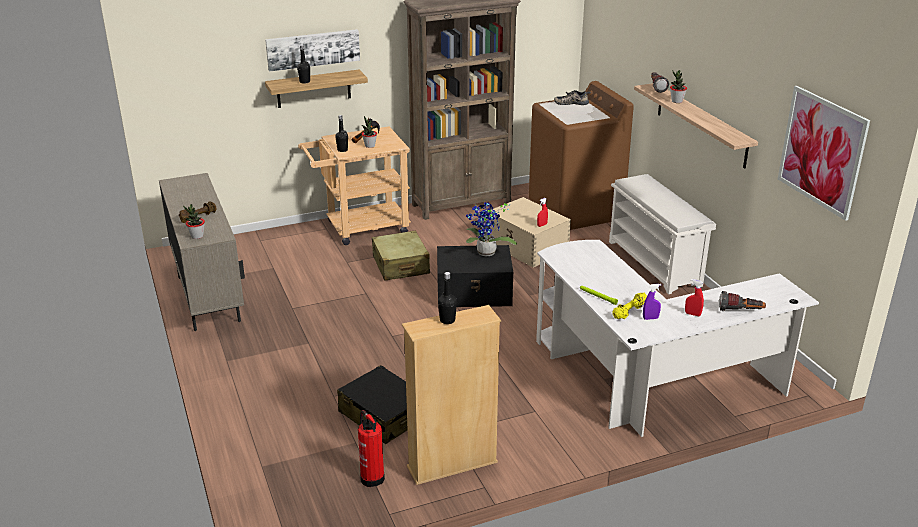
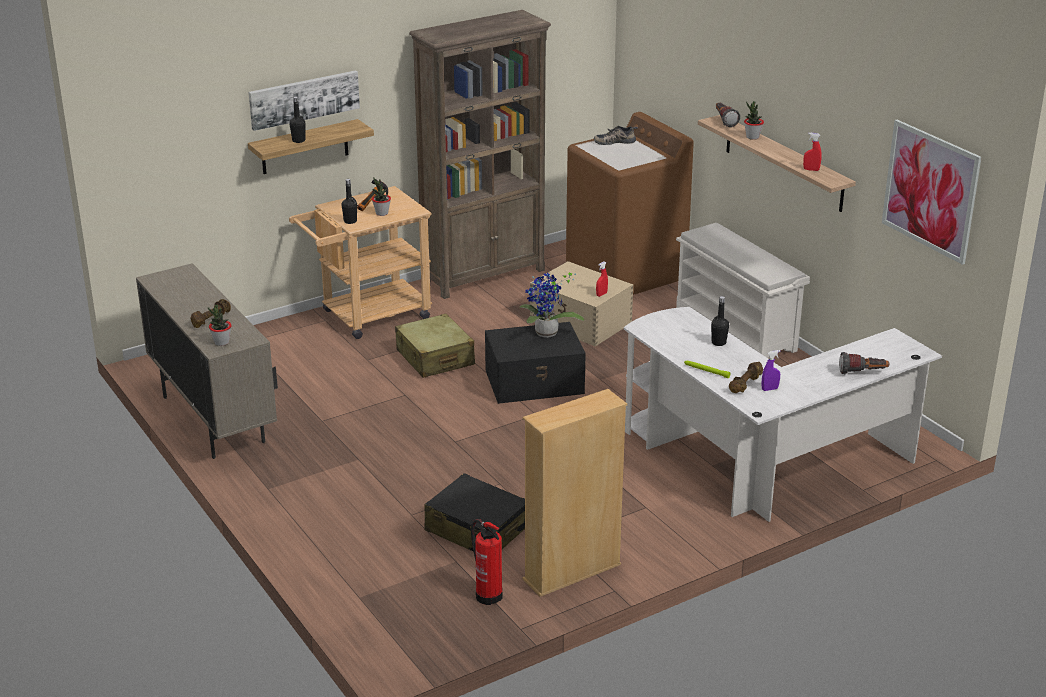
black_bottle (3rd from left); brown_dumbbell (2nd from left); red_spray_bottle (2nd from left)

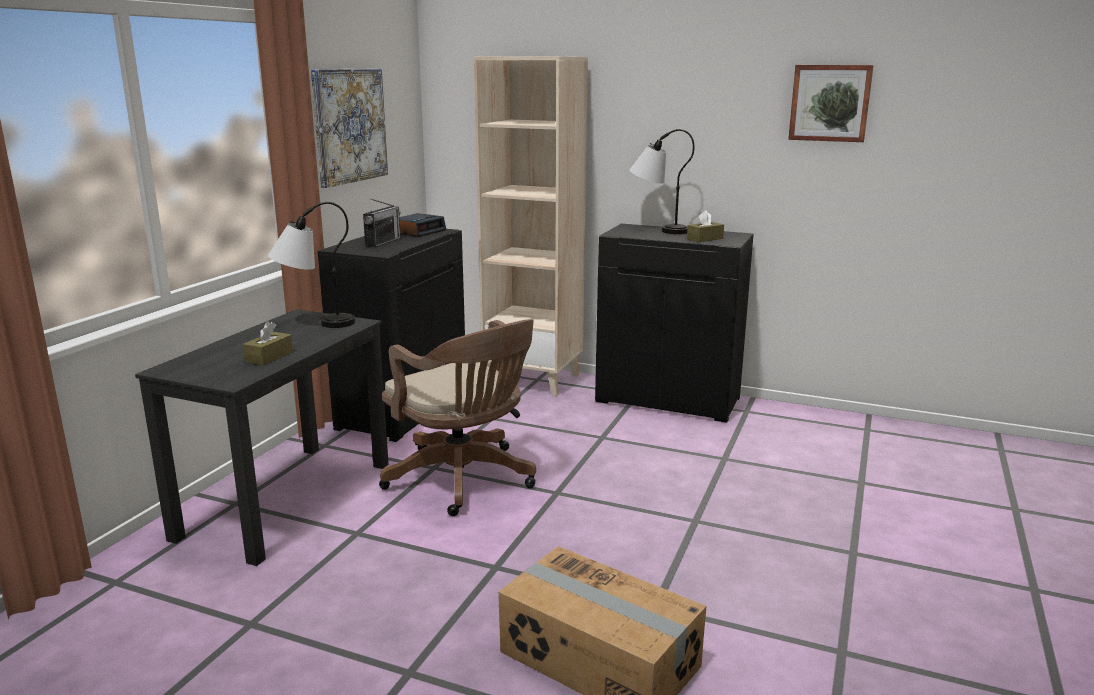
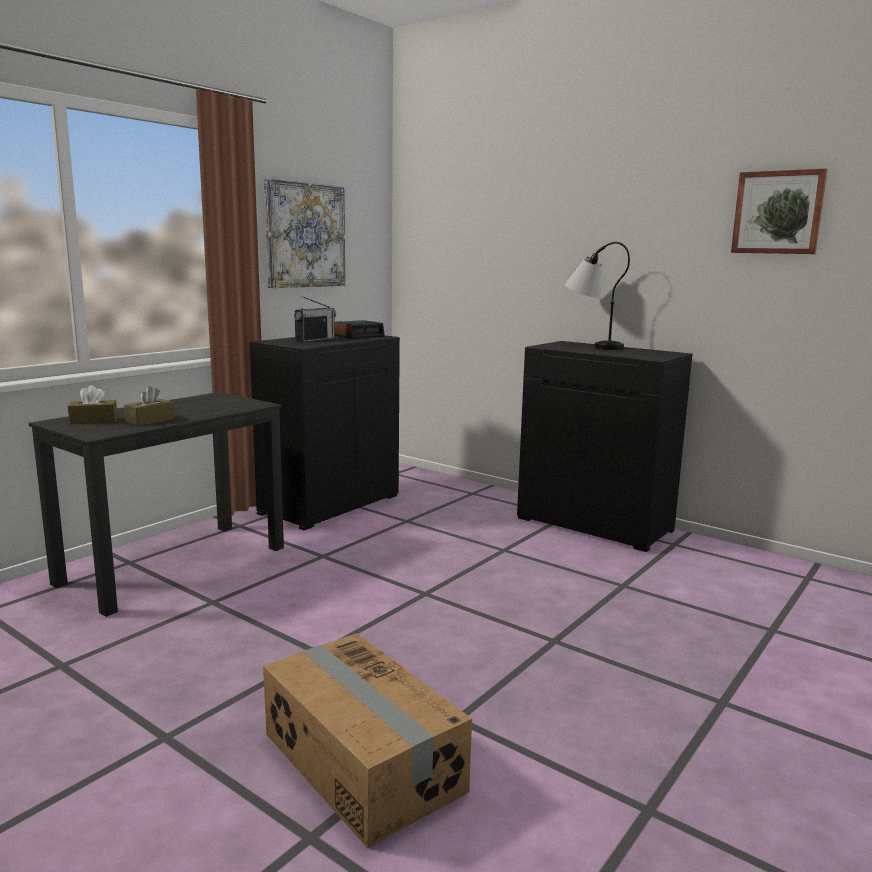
brown_tissue_box (1st from left); table_lamp (1st from left in the first image); brown_office_chair; beige_bookcase

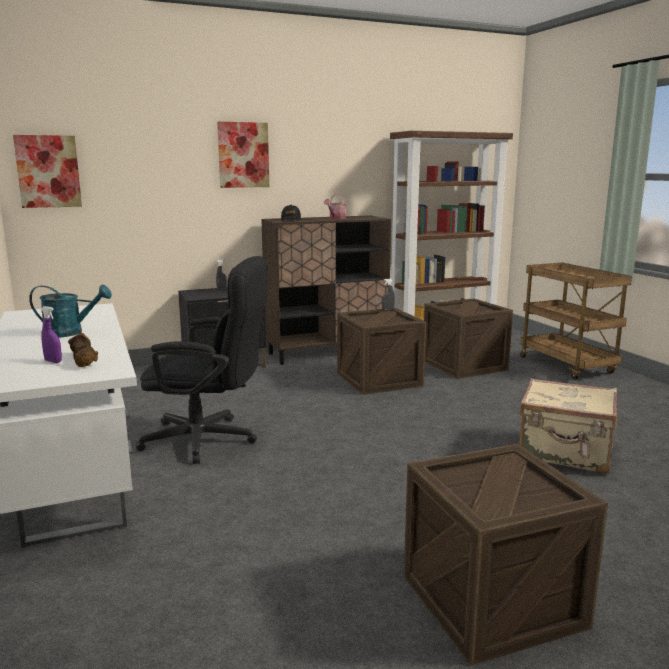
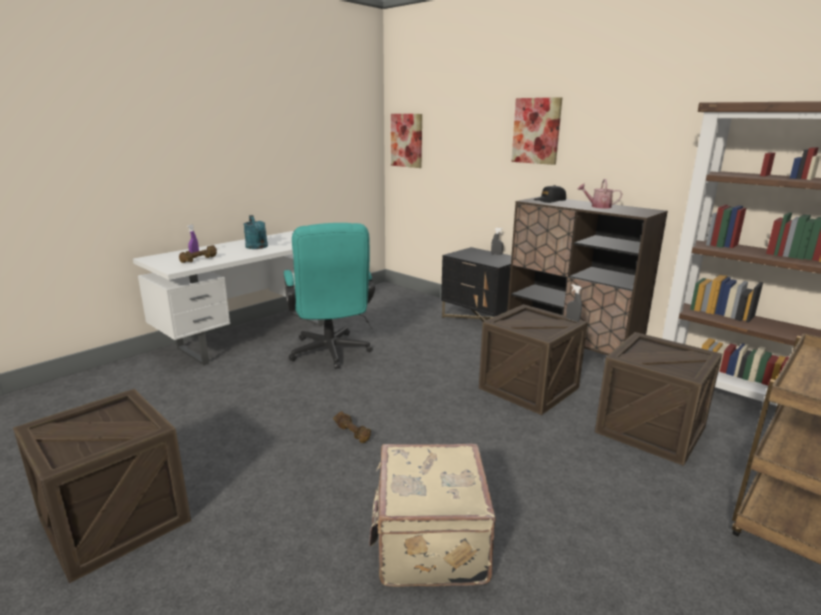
turquoise_office_chair; brown_dumbbell (2nd from left)

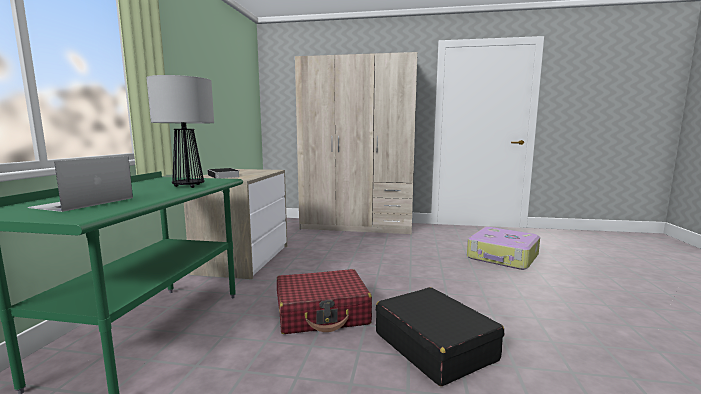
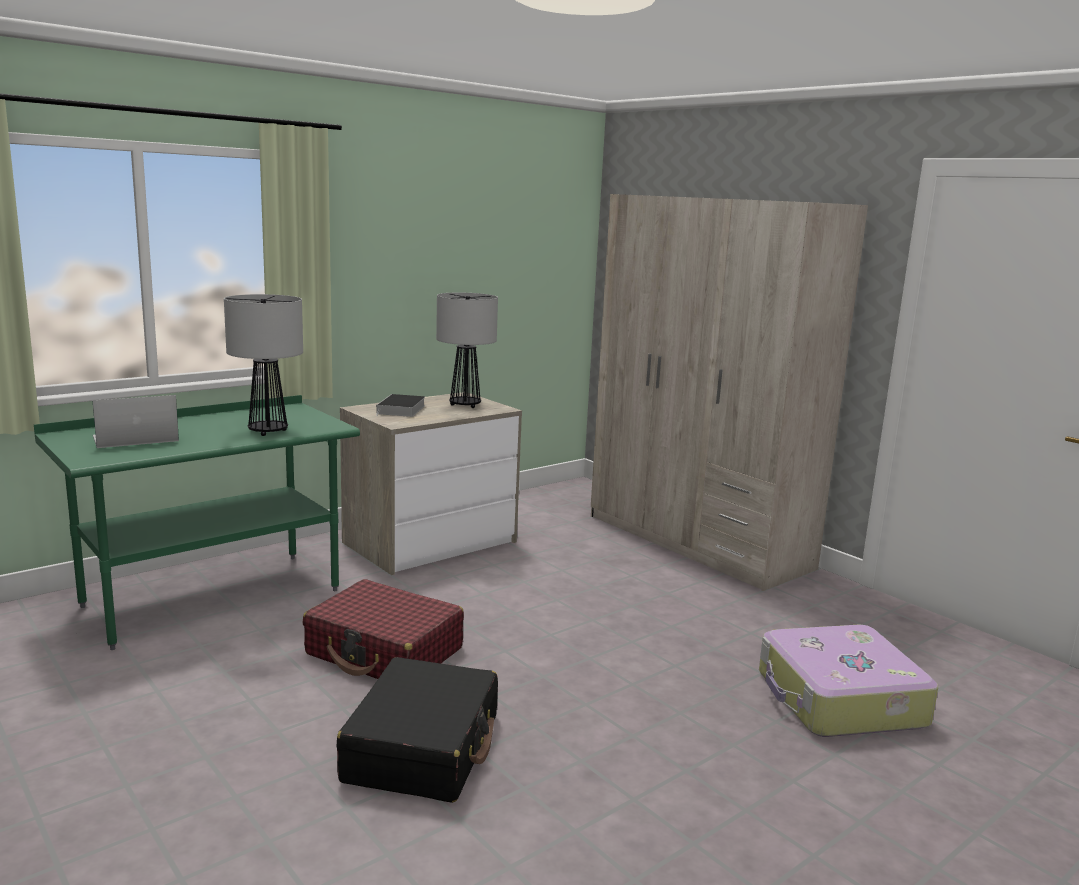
table_lamp (2nd from left)

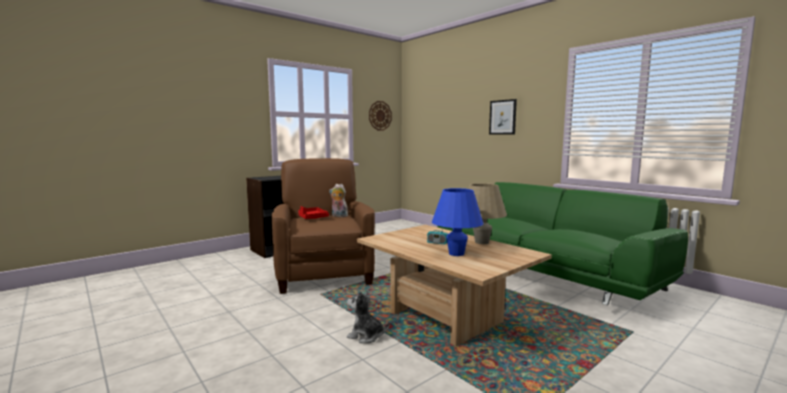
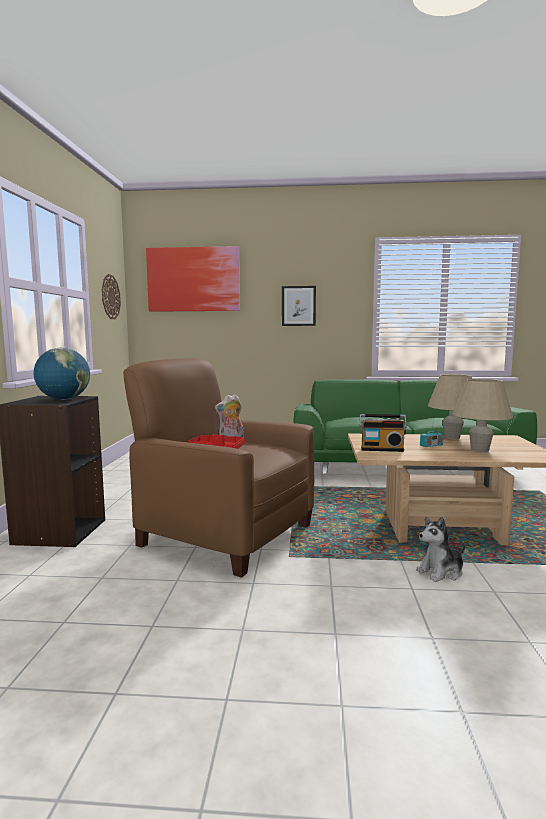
globe; picture (1st from left); radio (1st from left); beige_table_lamp (2nd from left)

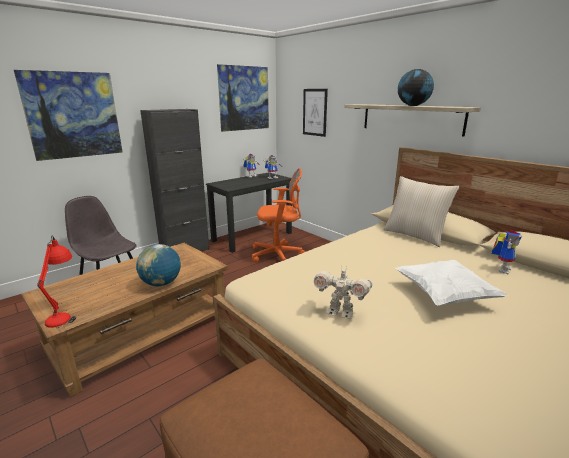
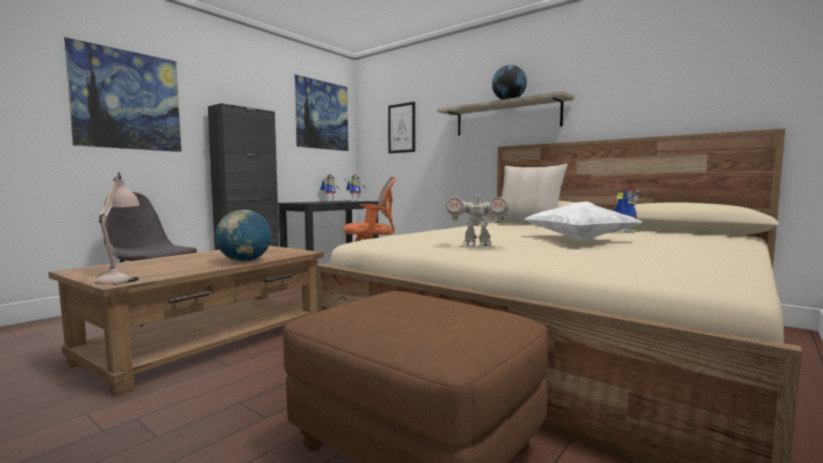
beige_table_lamp

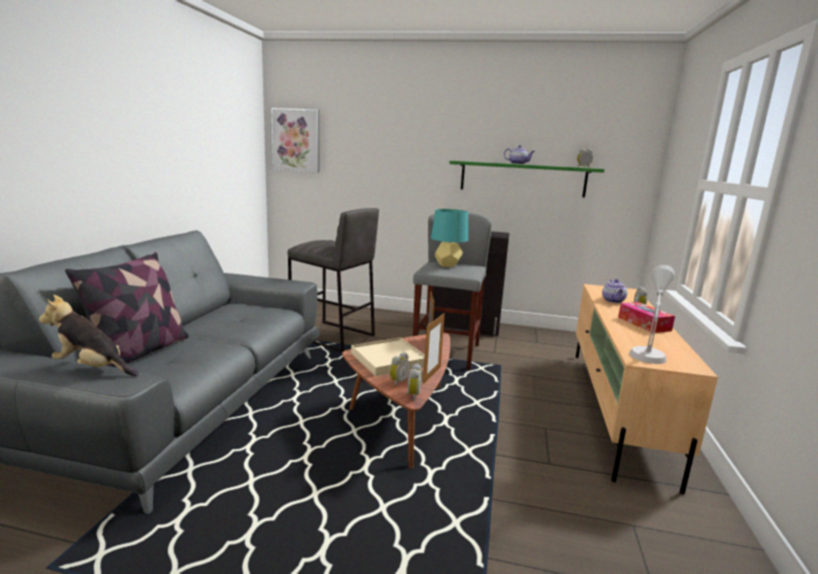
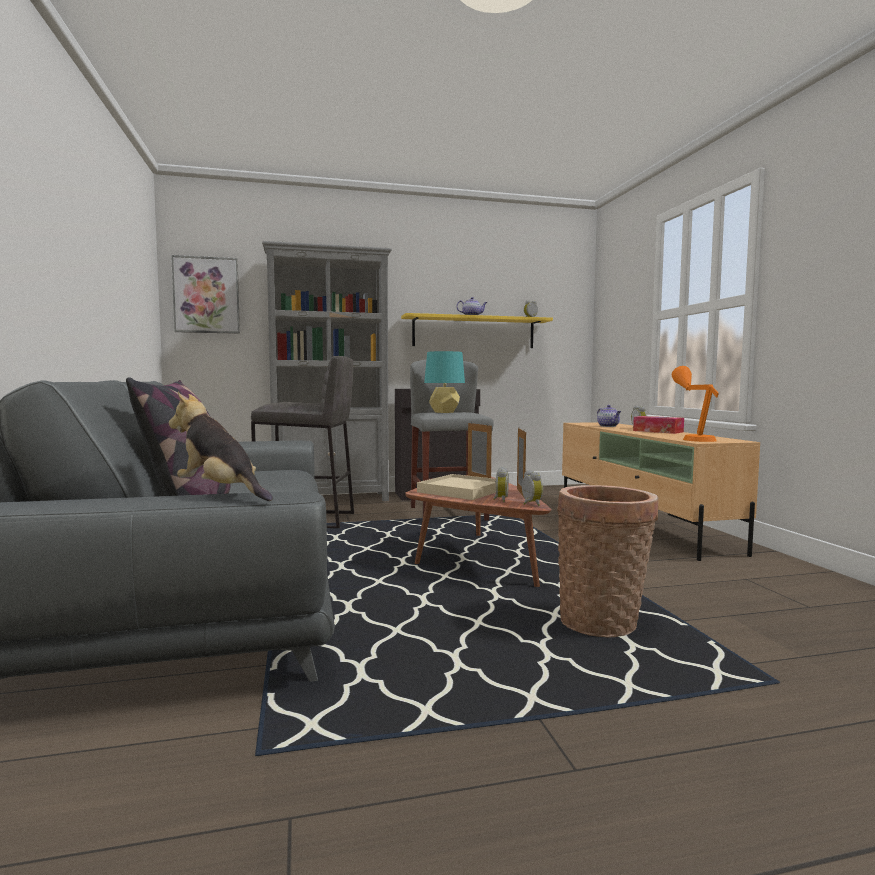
plush_toy; grey_bookcase; yellow_shelf; basket; orange_table_lamp

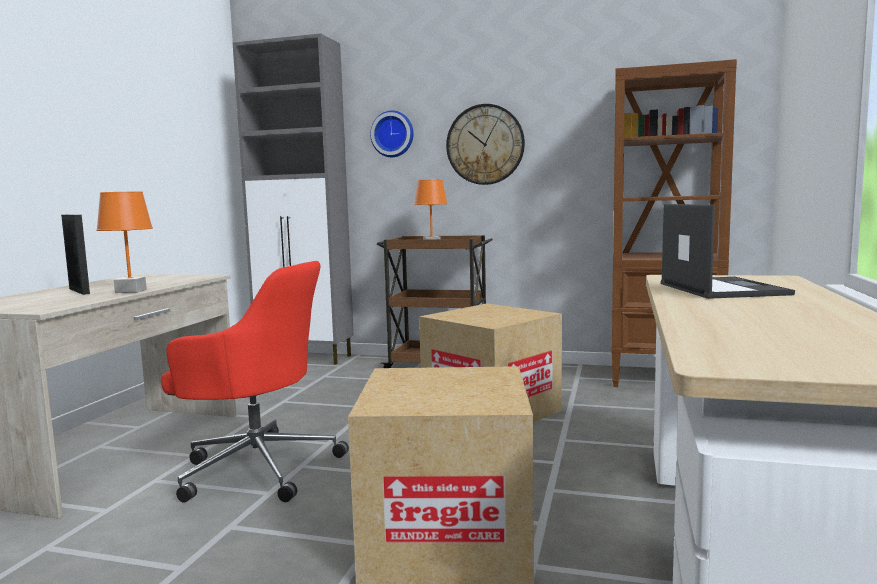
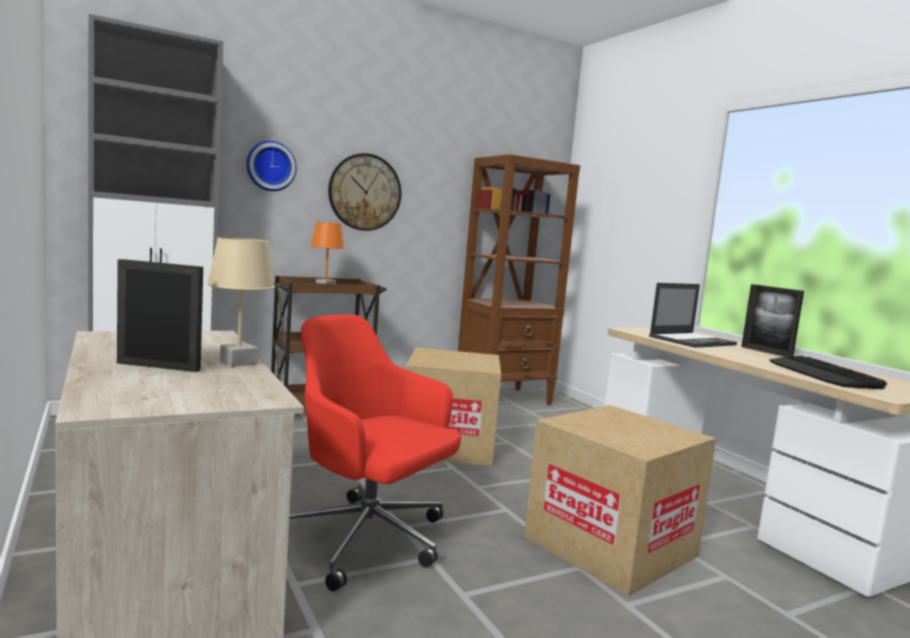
beige_table_lamp; red_office_chair; laptop; picture_frame (2nd from left); keyboard

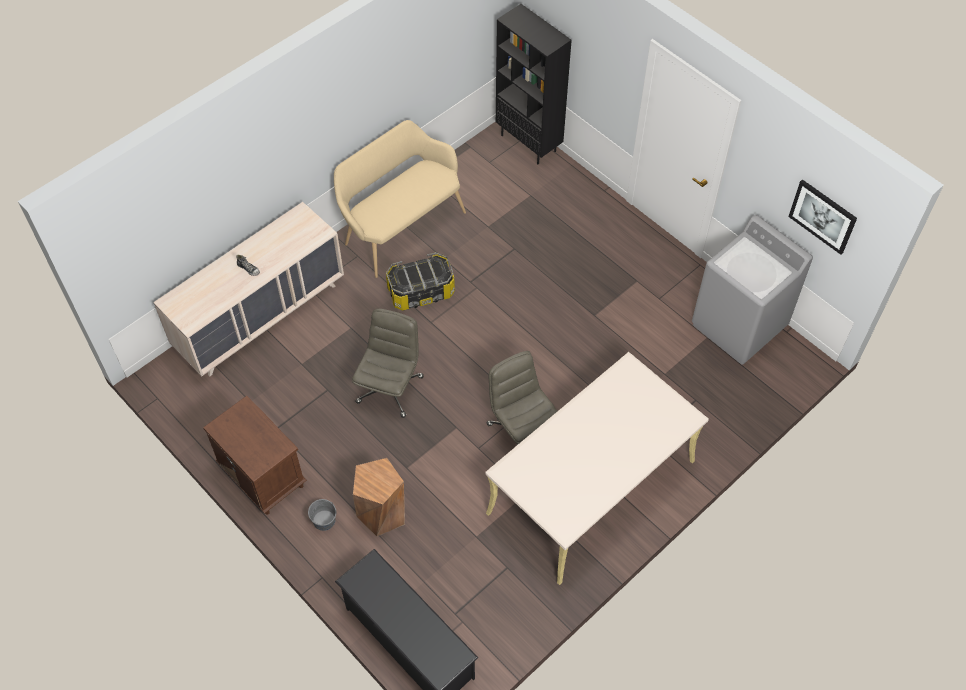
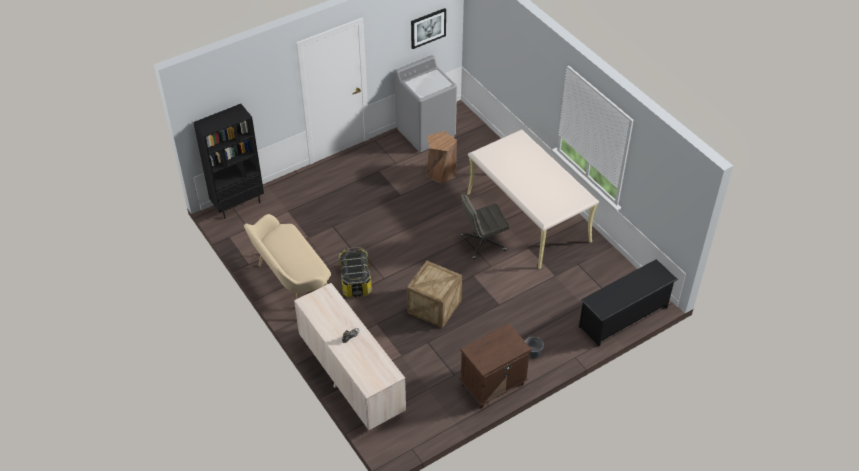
crate; brown_stool

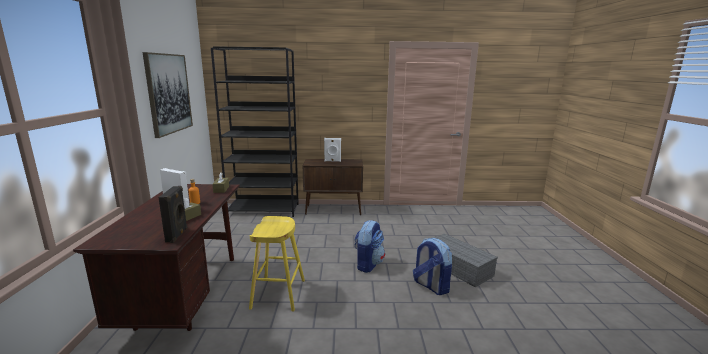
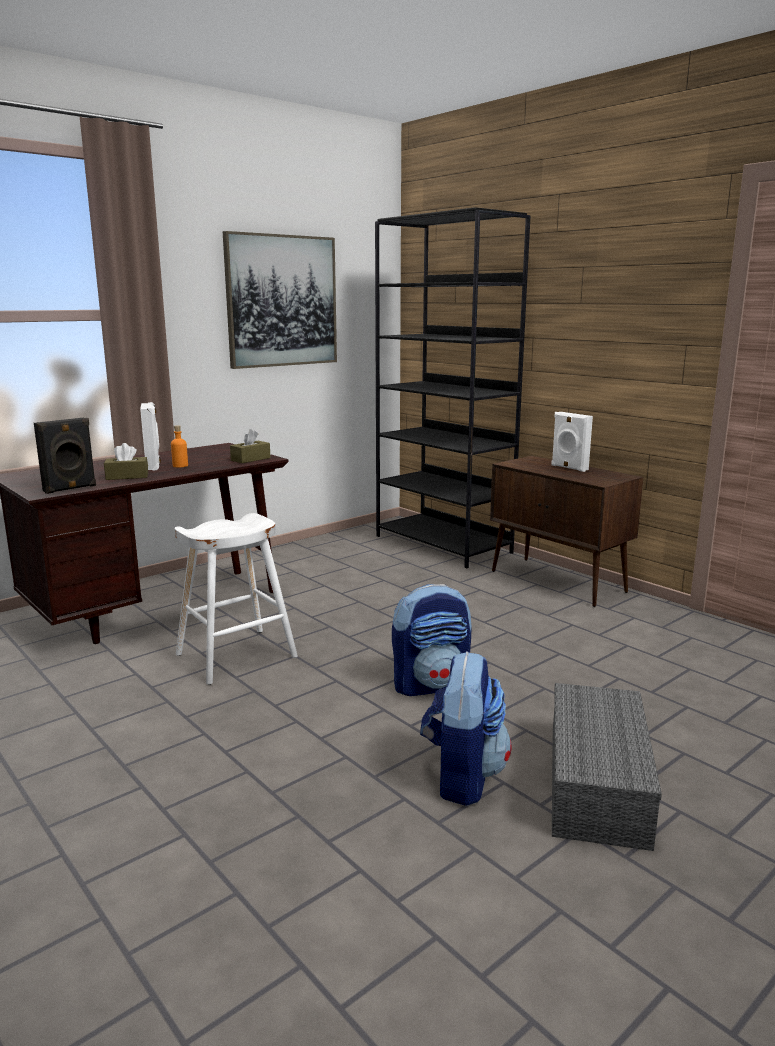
white_stool

